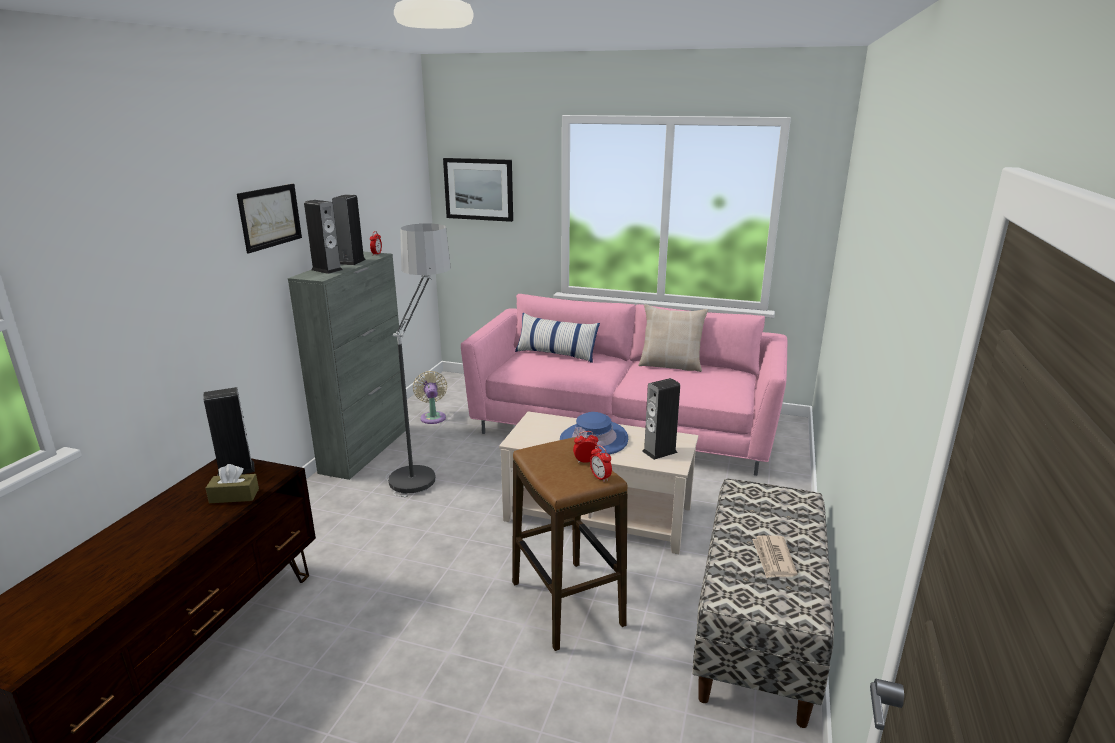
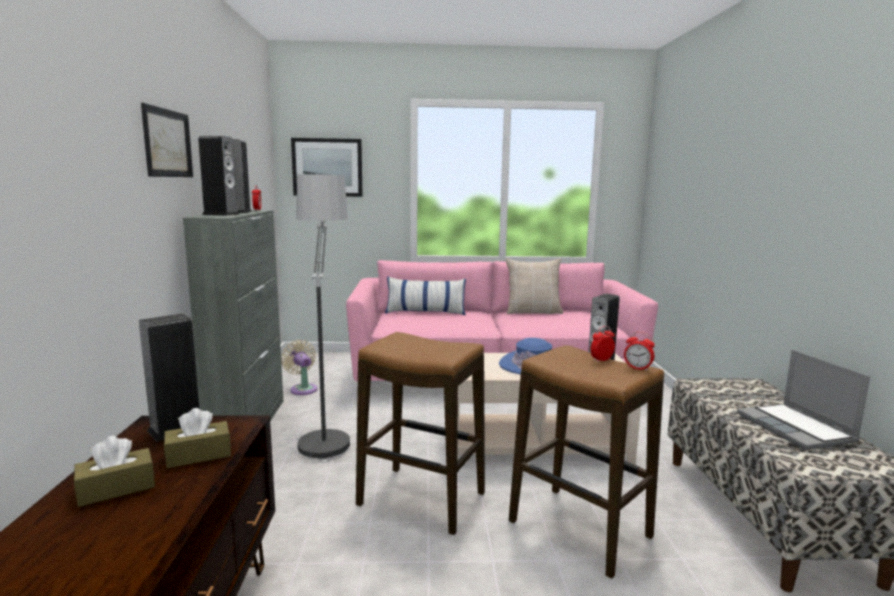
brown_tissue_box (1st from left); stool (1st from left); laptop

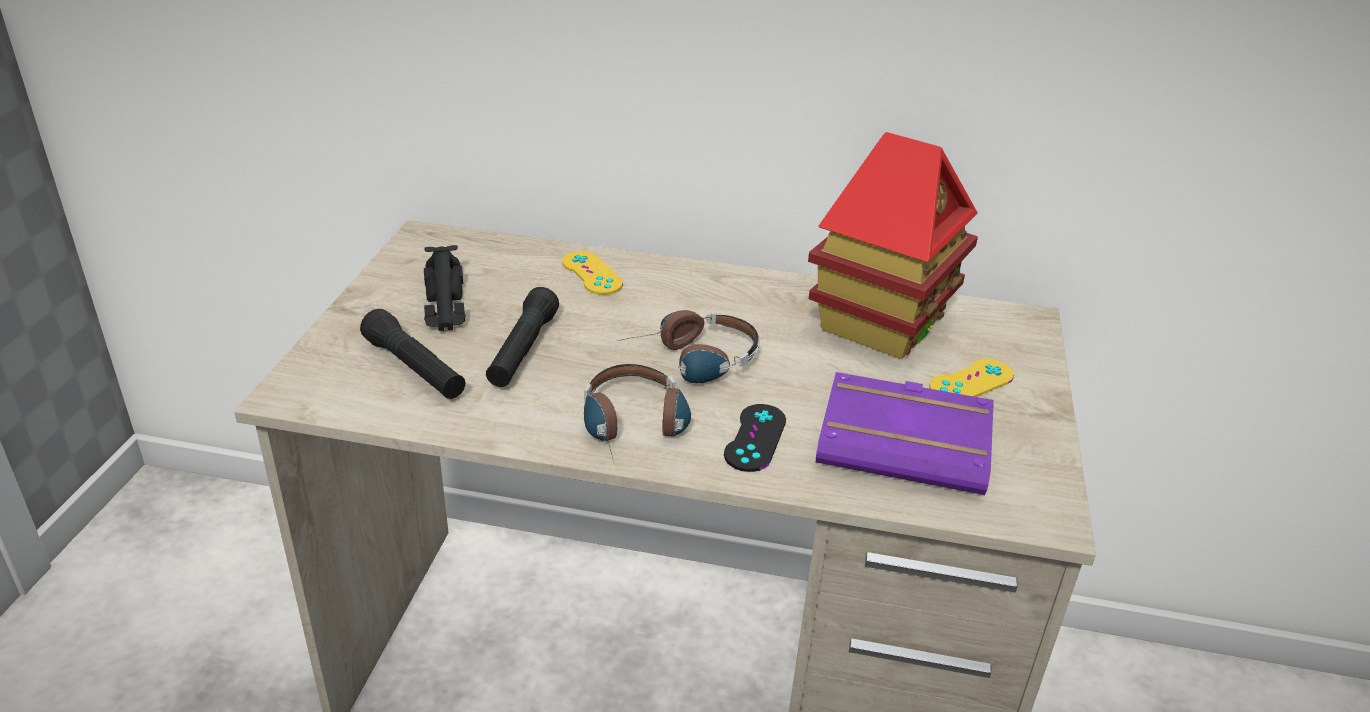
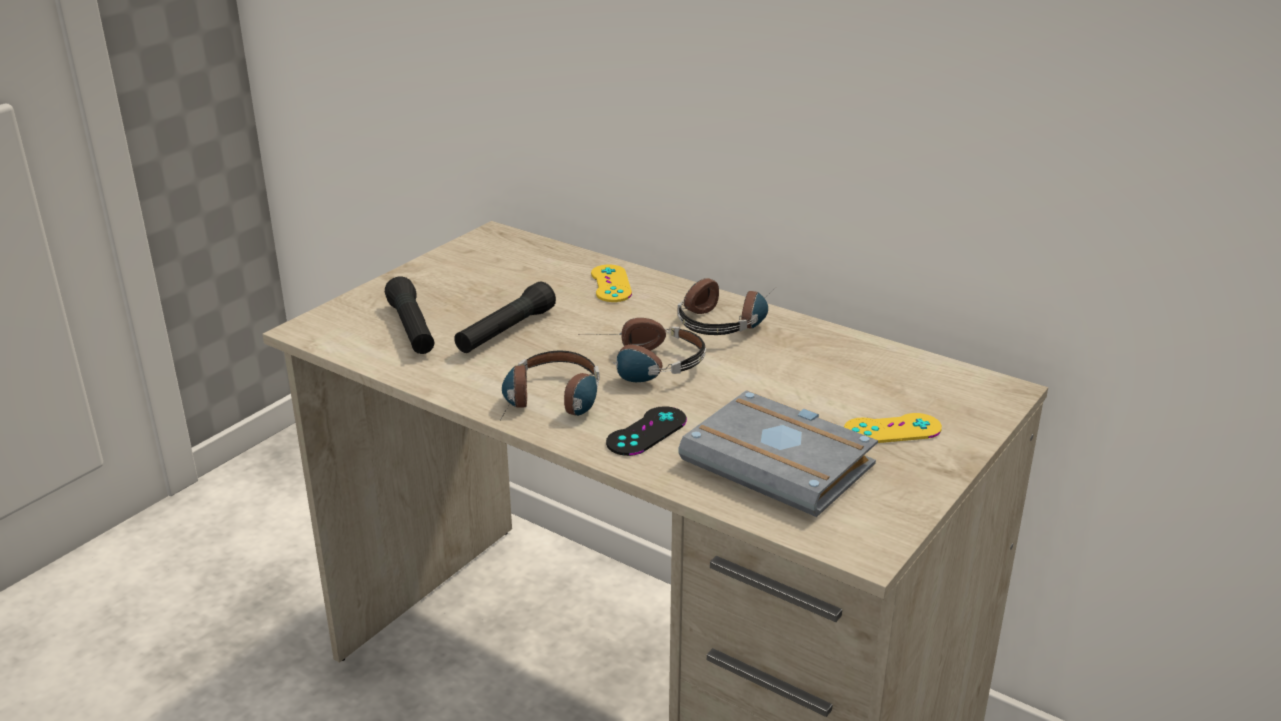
headphones (3rd from left); grey_book; black_toy_car; toy_house

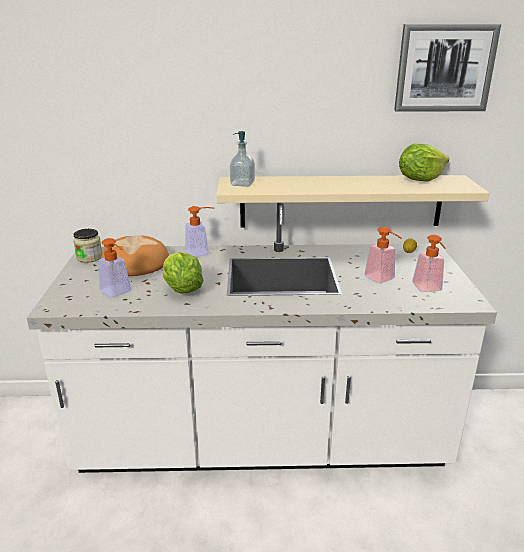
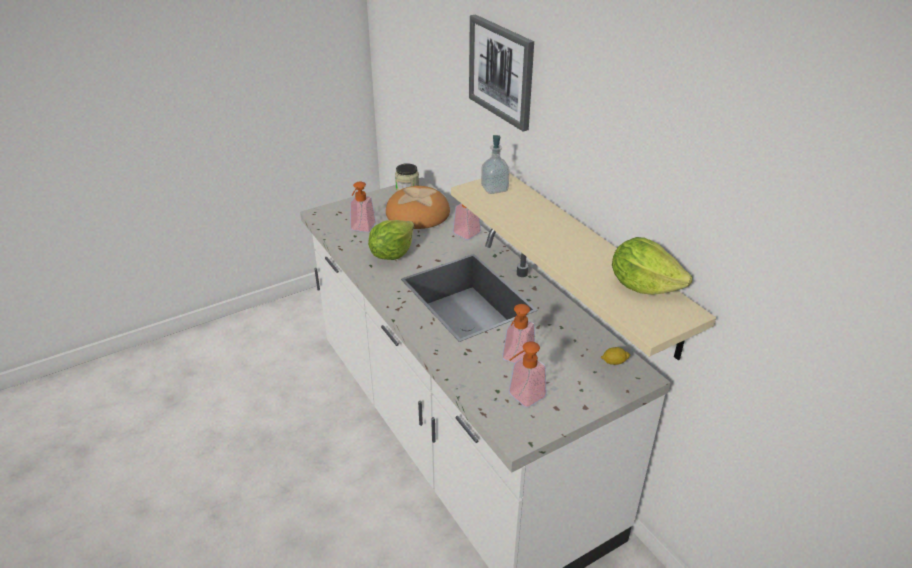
picture

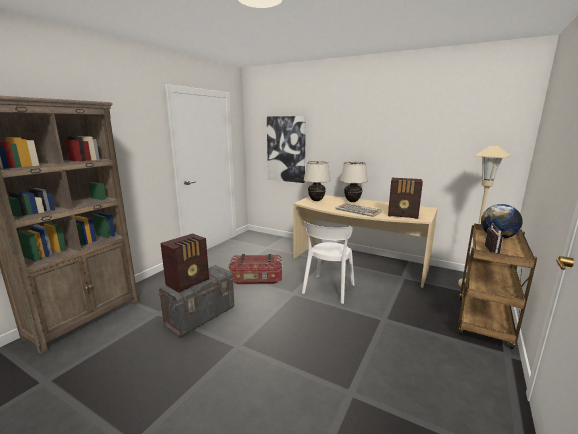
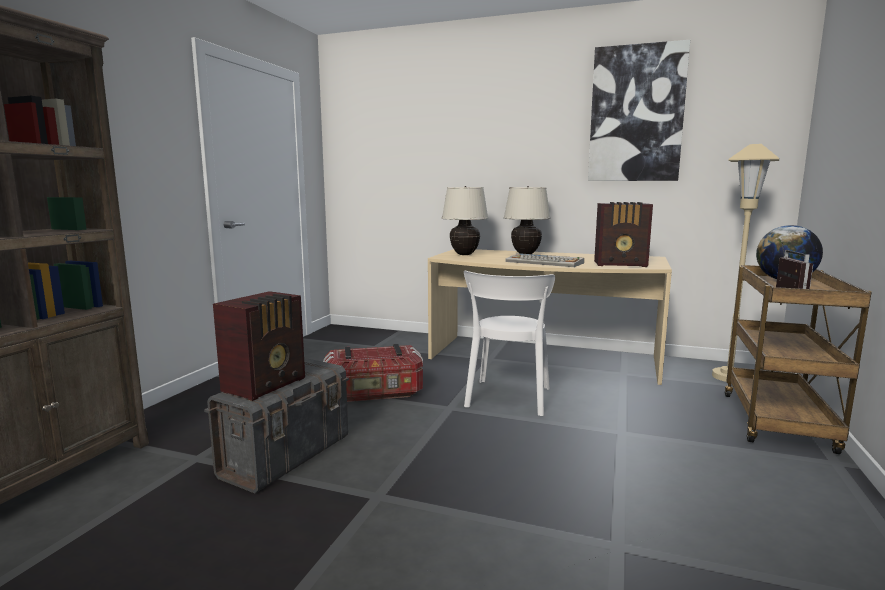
picture

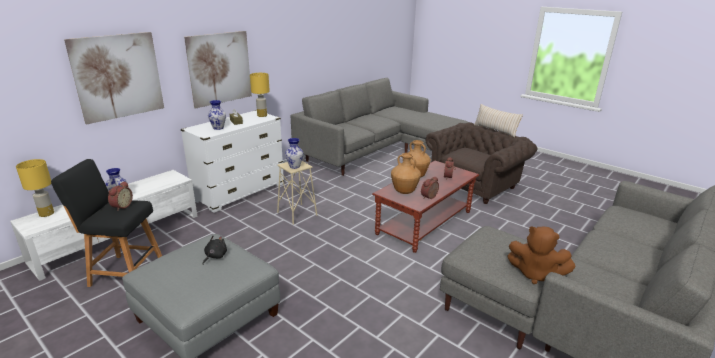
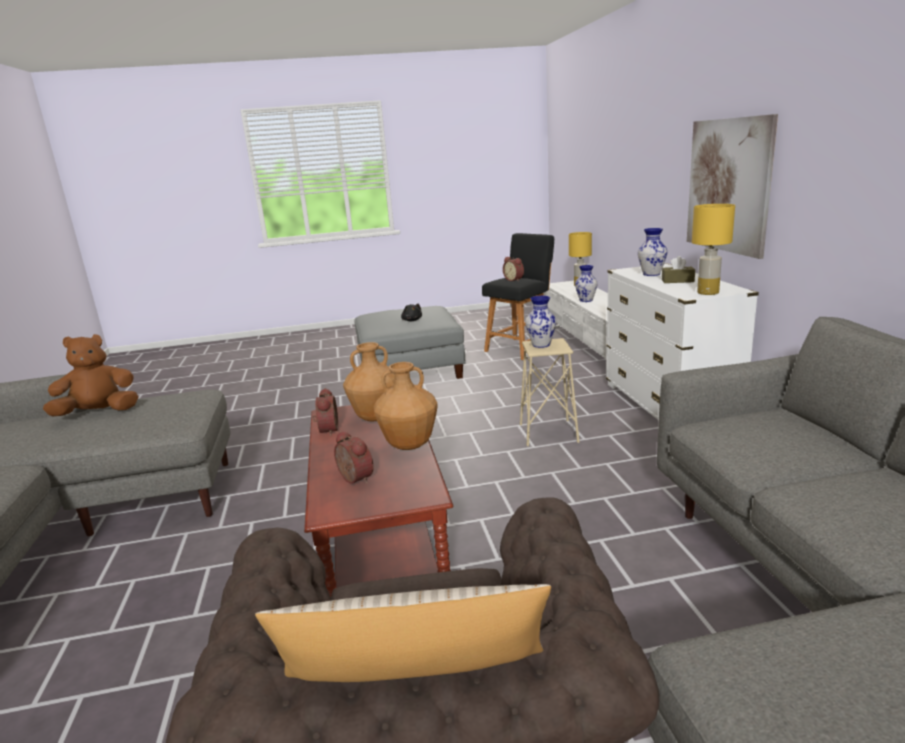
picture (1st from left in the first image)

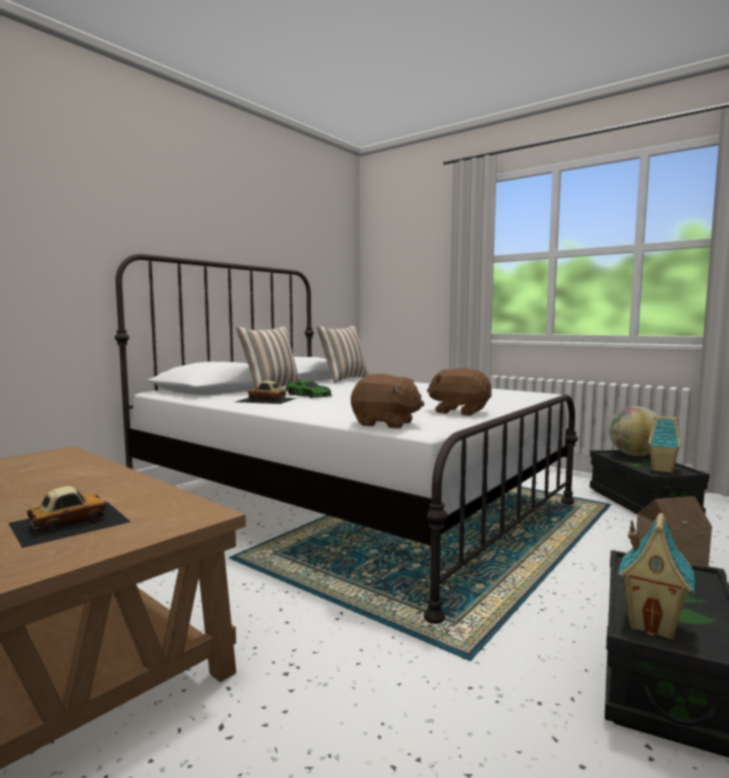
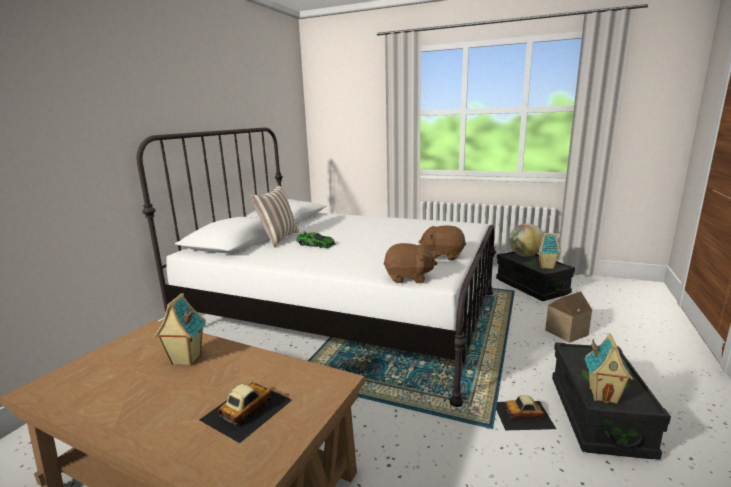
toy_house (1st from left); toy_car (3rd from left); pillow (2nd from left in the first image)

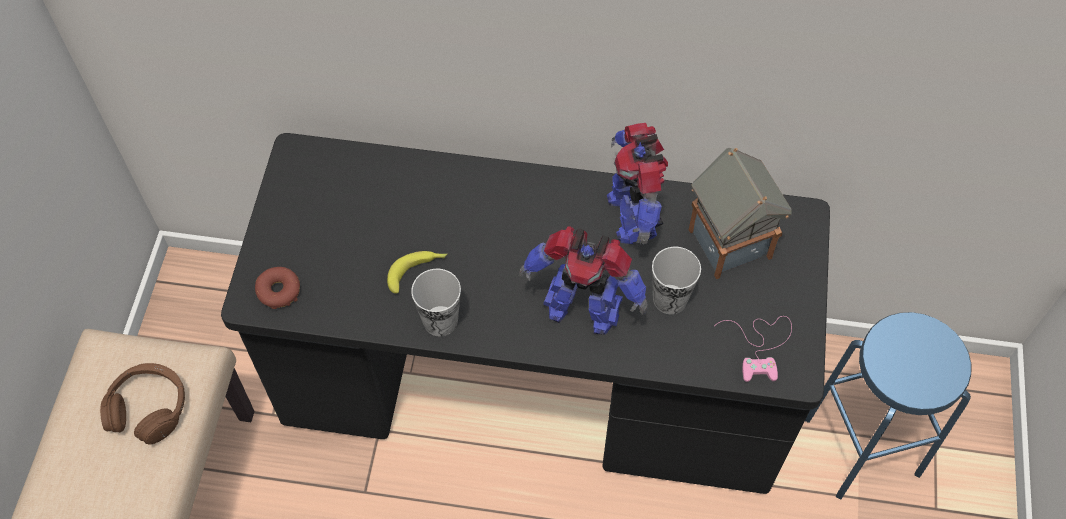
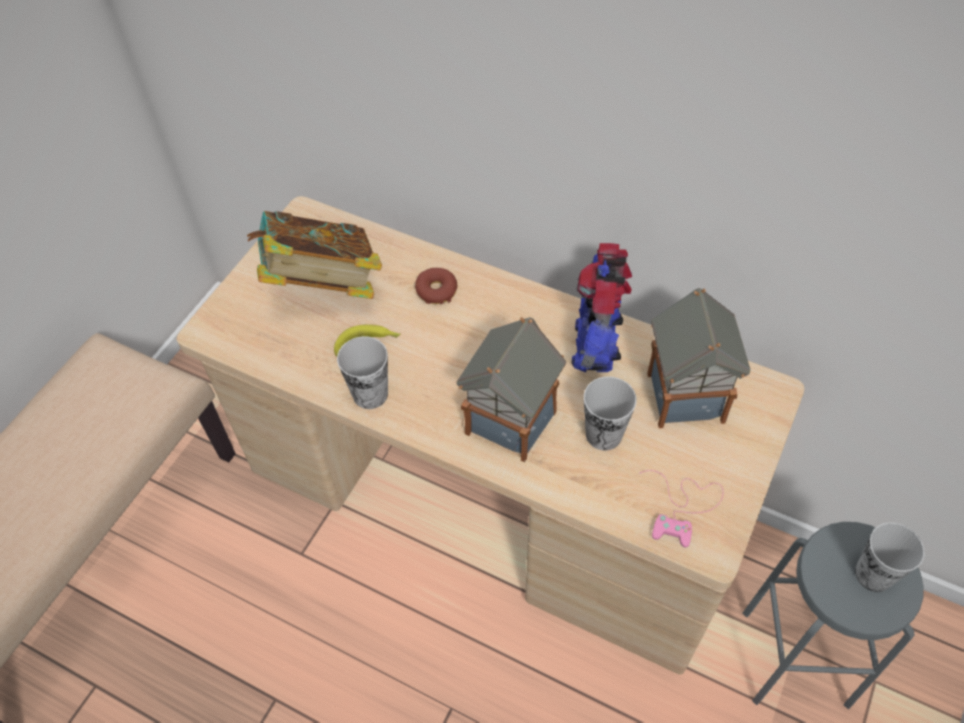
beige_desk; book; donut; toy_house (1st from left); grey_stool; cup (3rd from left); brown_headphones

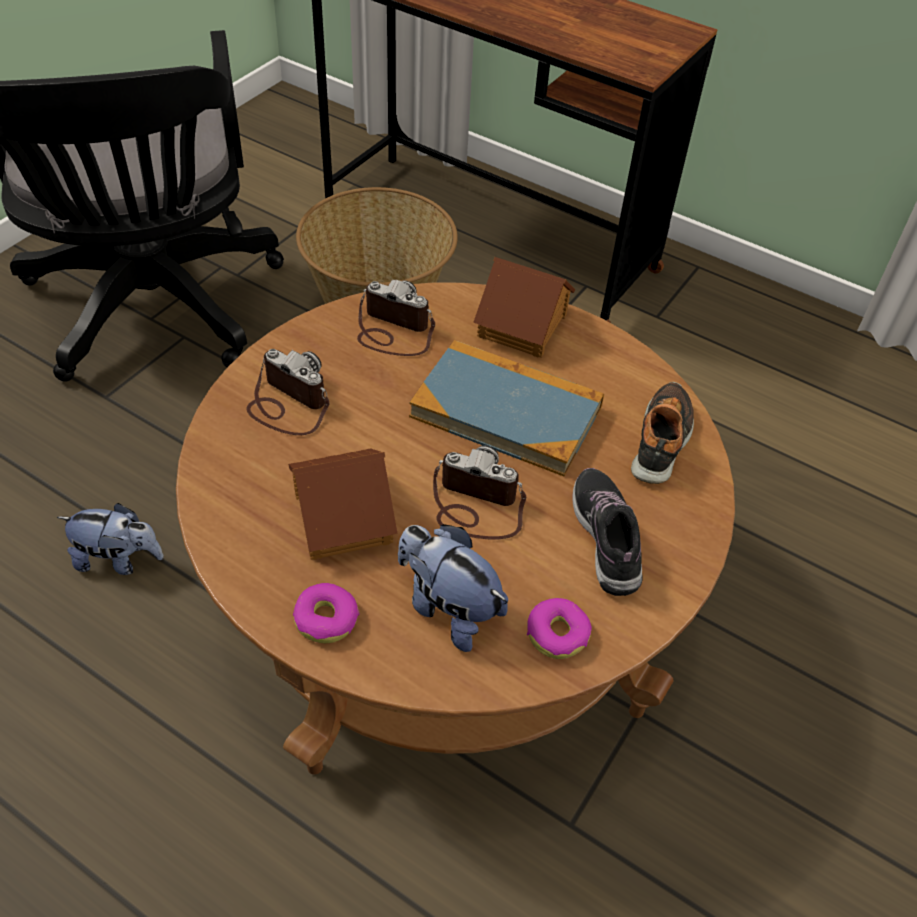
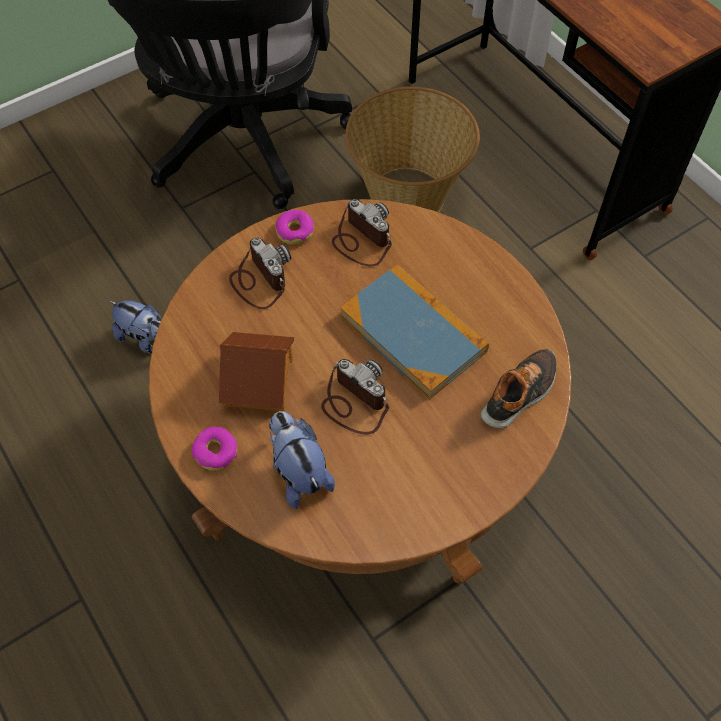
donut (2nd from left); toy_house (2nd from left in the first image); shoe (1st from left in the first image)

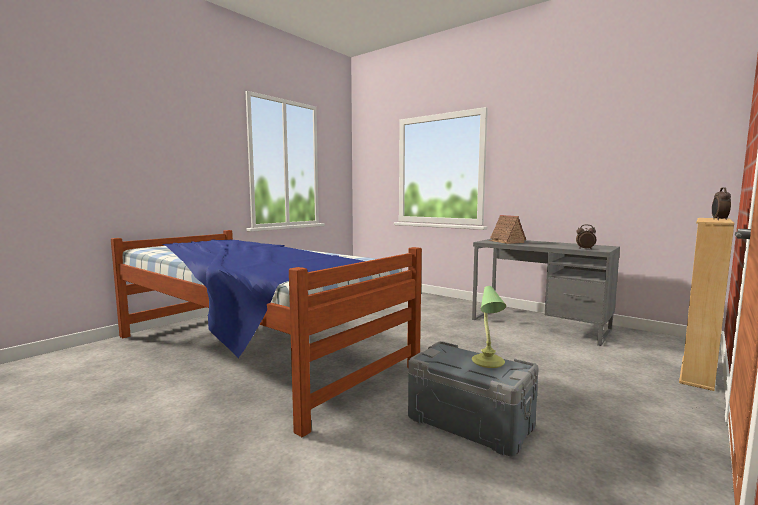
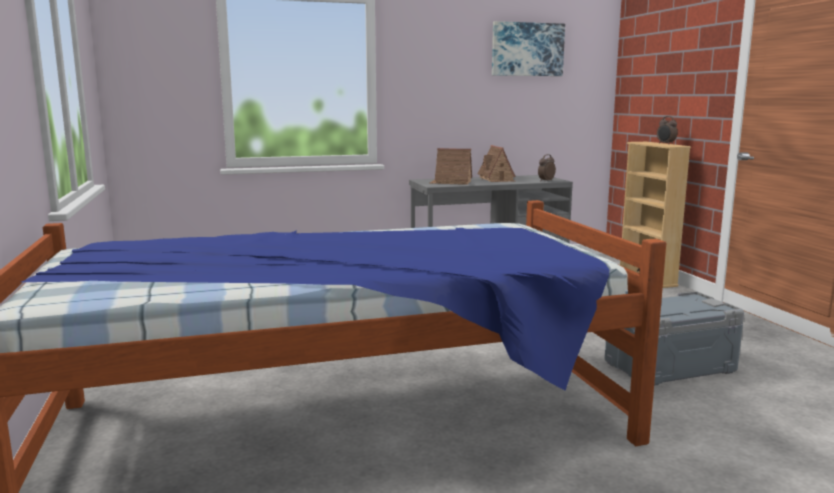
toy_house (2nd from left); picture; table_lamp

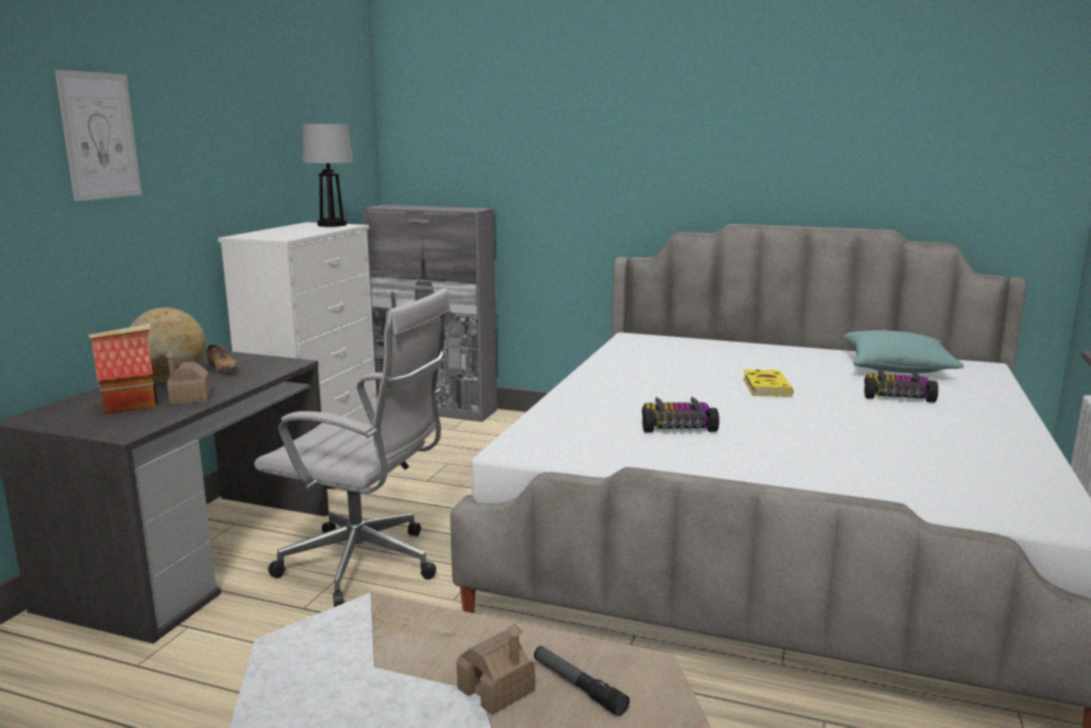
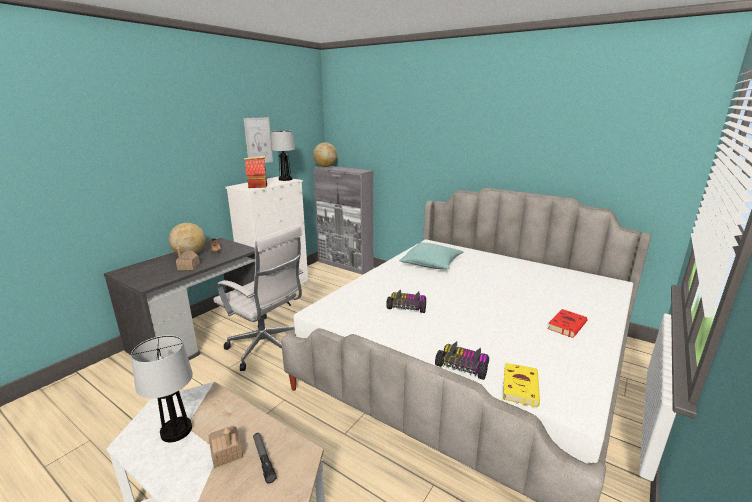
table_lamp (1st from left); picture; toy_house (3rd from left); globe (2nd from left); turquoise_pillow; toy_car (2nd from left); yellow_book; red_book

